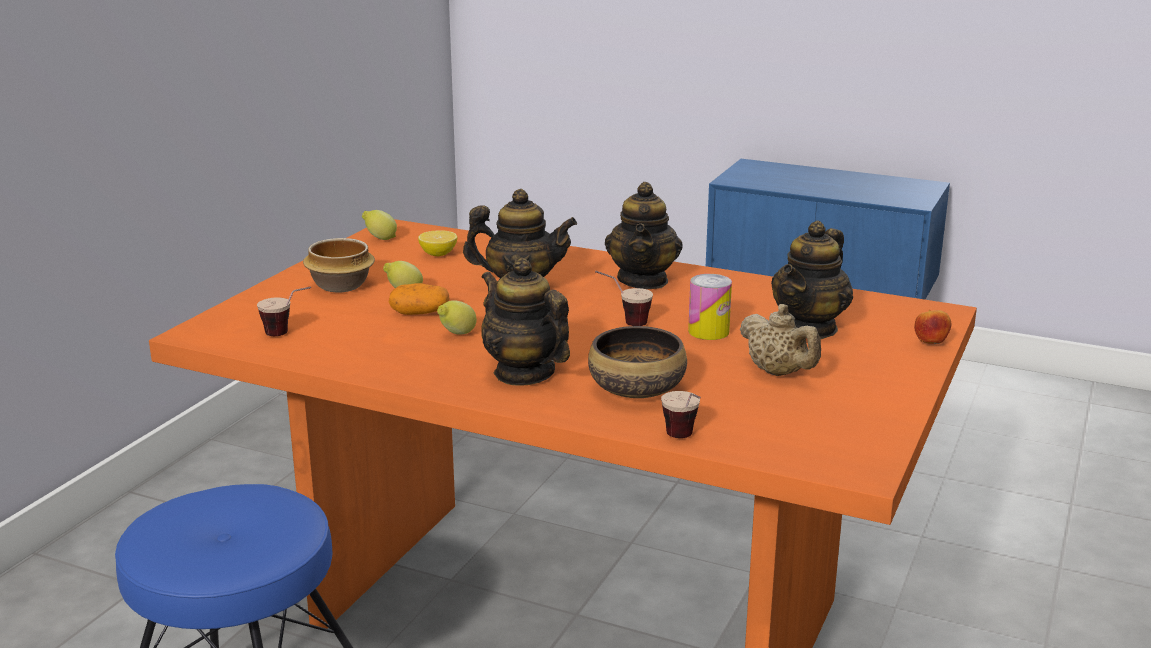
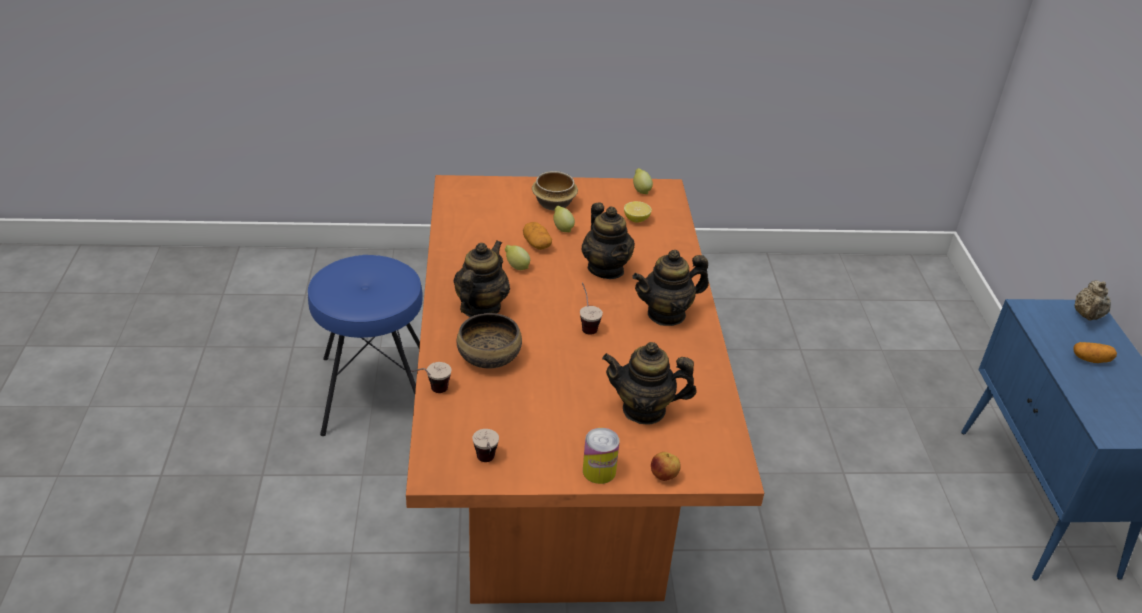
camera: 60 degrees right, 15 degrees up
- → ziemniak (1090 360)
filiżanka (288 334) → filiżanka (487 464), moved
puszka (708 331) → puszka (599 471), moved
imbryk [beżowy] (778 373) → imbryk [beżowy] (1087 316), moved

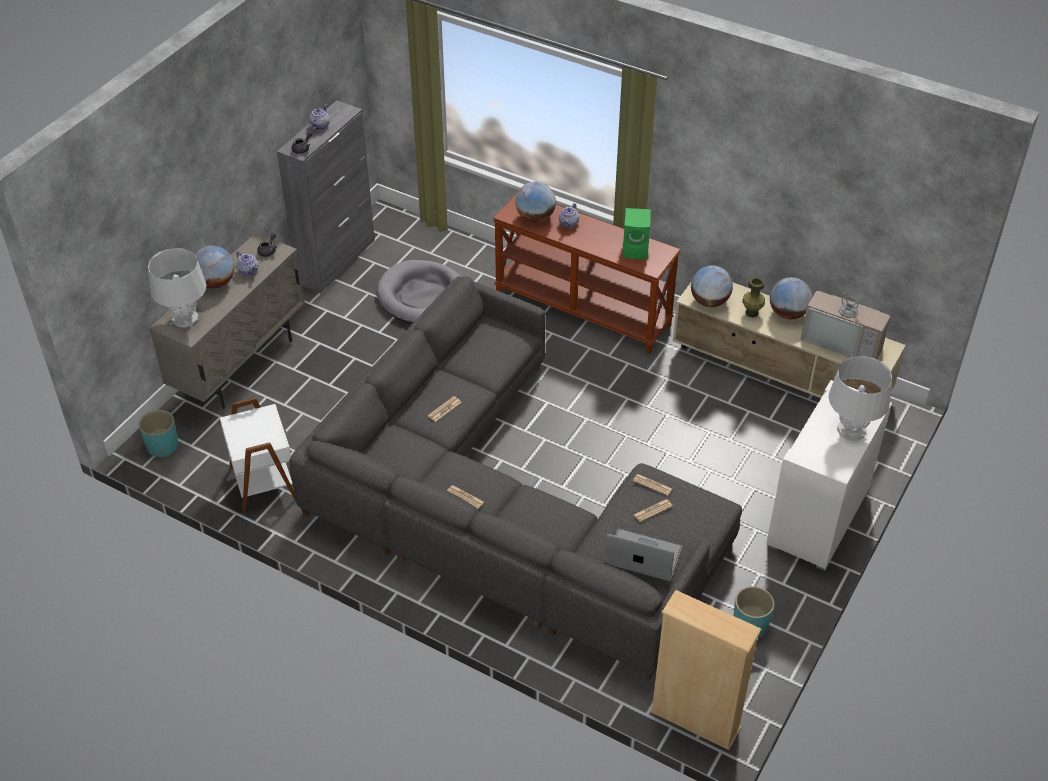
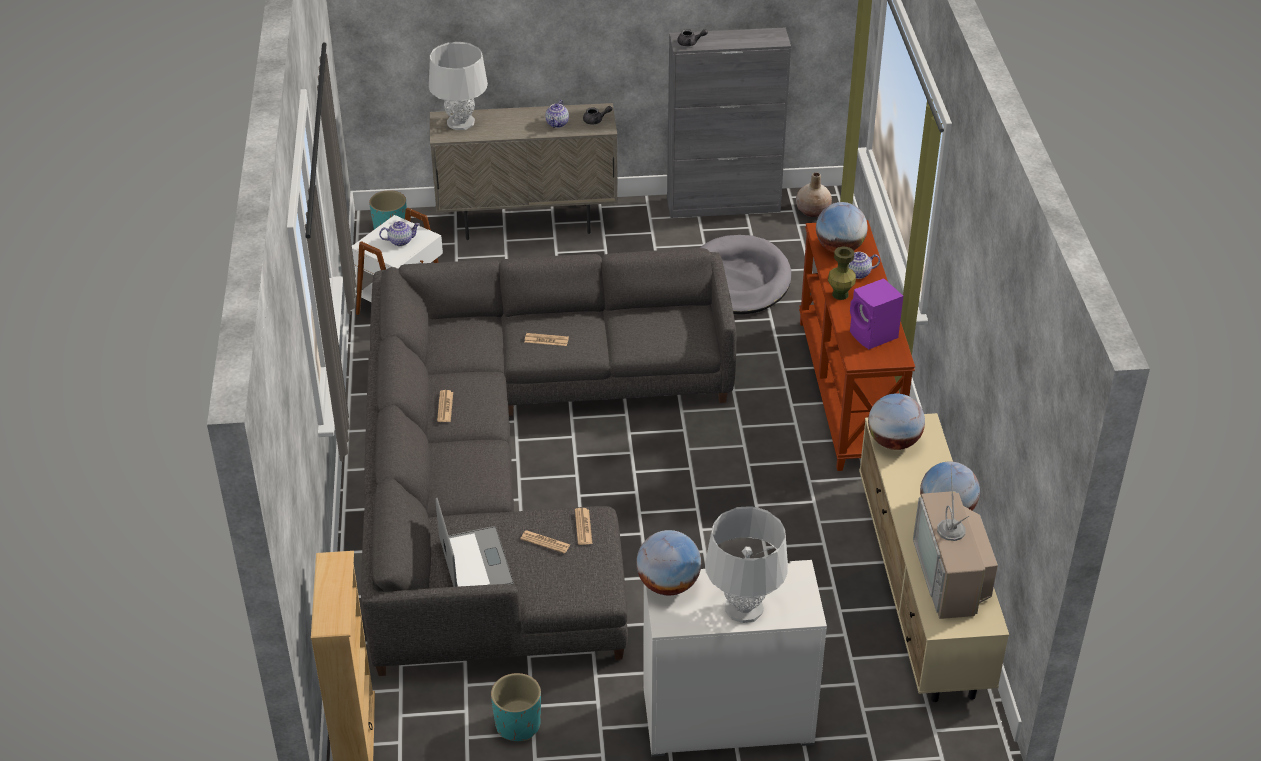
camera: 55 degrees right, 5 degrees down
- → wazon [beżowy] (813 211)
globus (215 283) → globus (668 584), moved
imbryk (319 125) → imbryk (400 241), moved
wazon [zielony] (752 312) → wazon [zielony] (840 294), moved
głośnik [zielony] (636 250) → głośnik [fioletowy] (874 336)

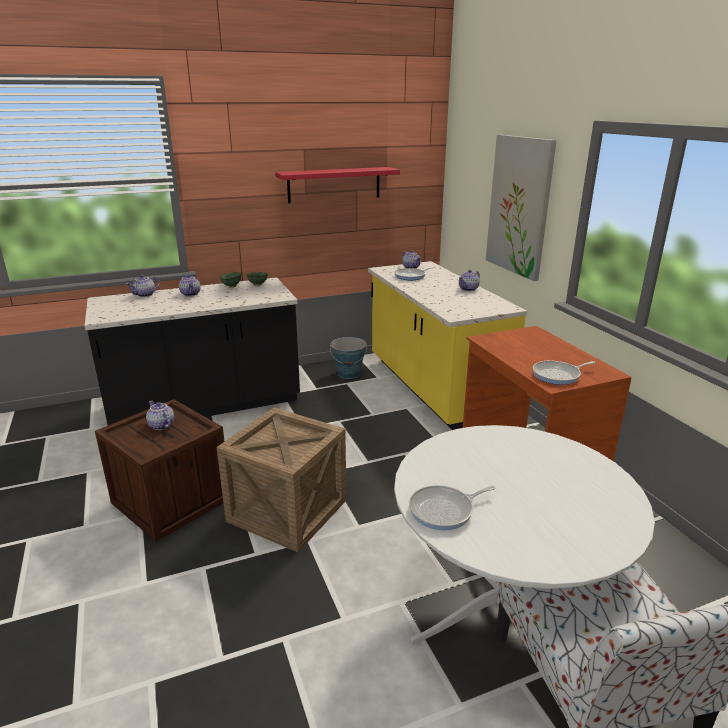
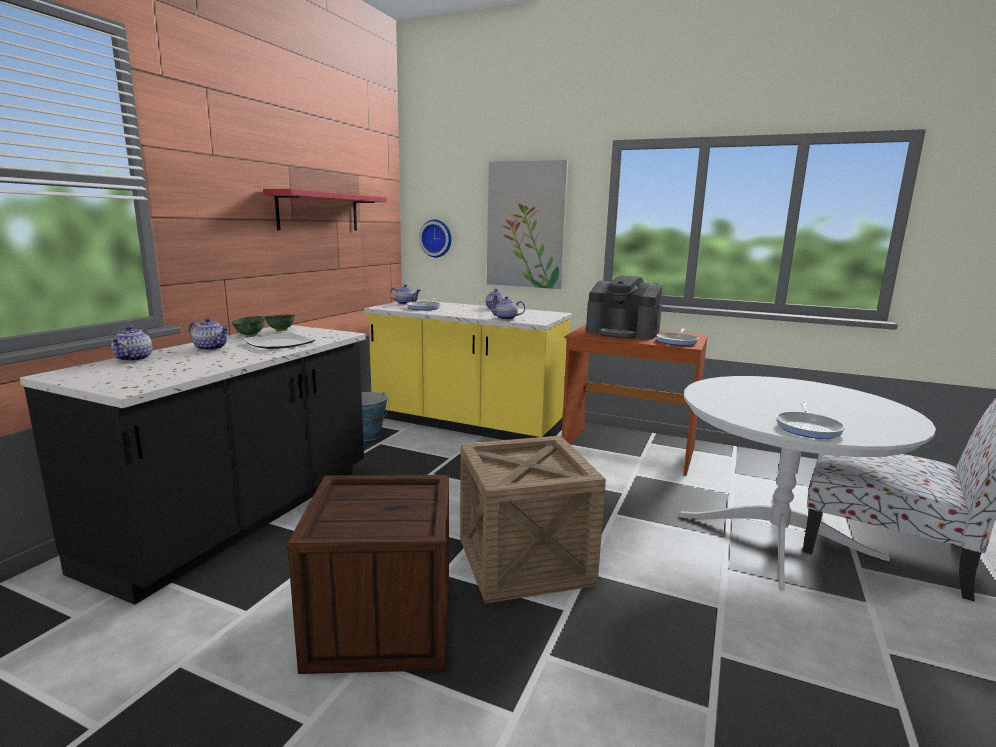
camera: 45 degrees left, 10 degrees down
- → talerz (279 344)
- → zegar ścienny (436 238)
- → ekspres do kawy (623 333)
imbryk (161 425) → imbryk (505 318), moved

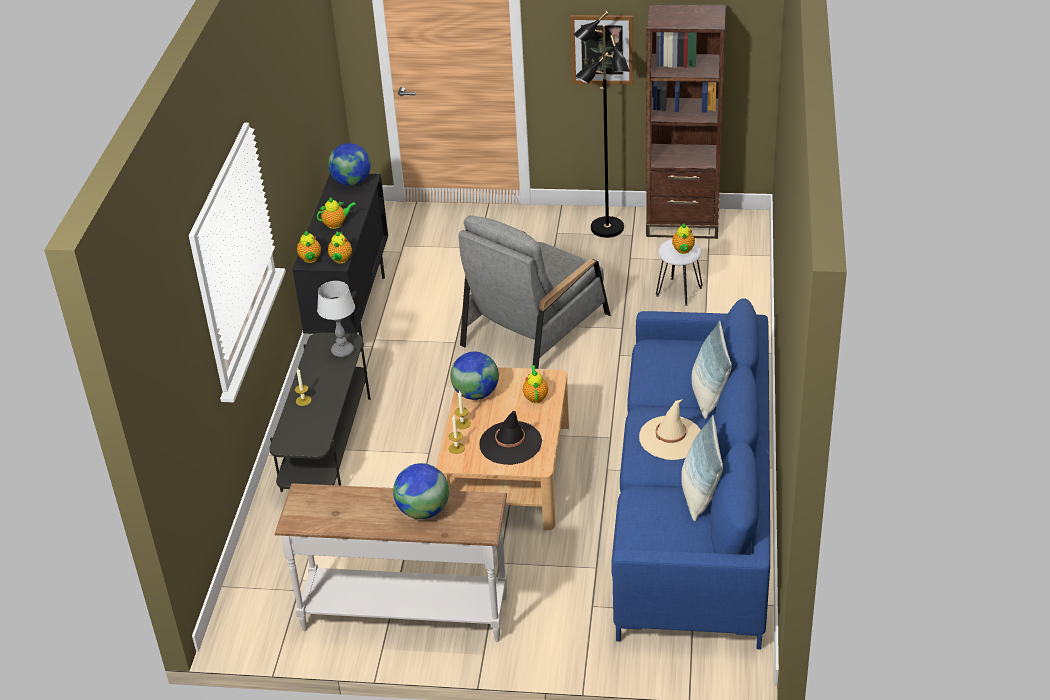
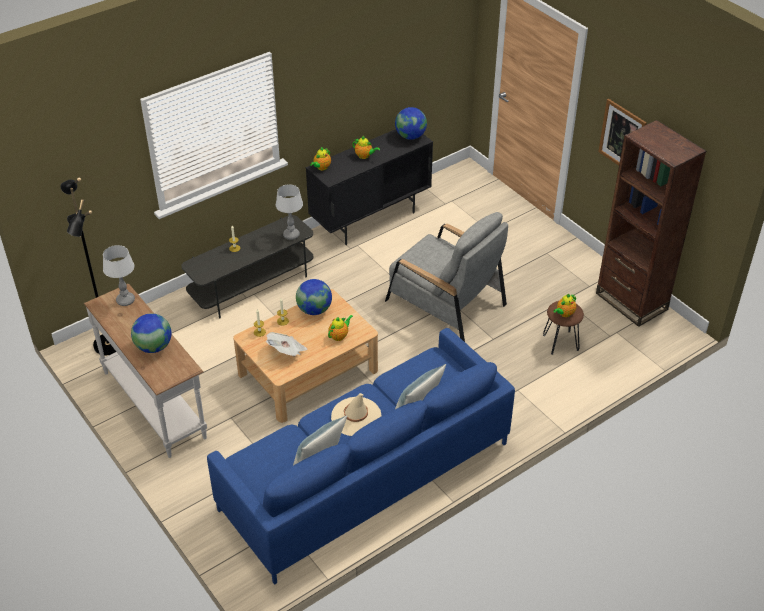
camera: 45 degrees right, 5 degrees up
imbryk (340 260) → -
- → lampa stołowa (126 300)
lampa stojąca [czarny] (606 228) → lampa stojąca [czarny] (107 345), moved
kapelusz [czarny] (510 443) → gazeta (287 351)
stołek [biały] (678 291) → stołek [brązowy] (560 342)
fotel [szary] (535 329) → fotel [szary] (445 303), 135 degrees counterclockwise

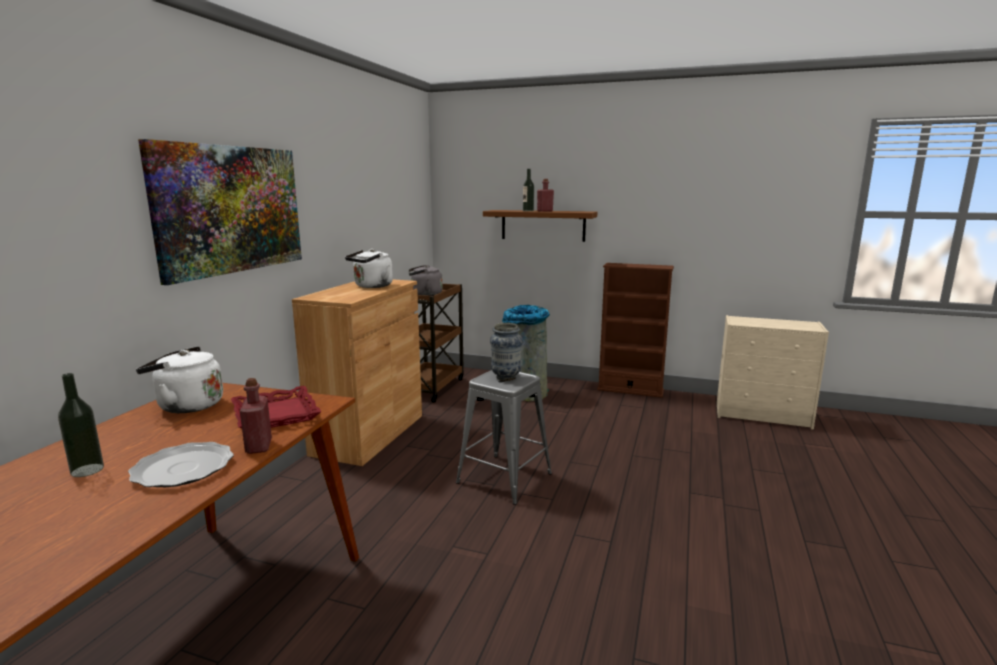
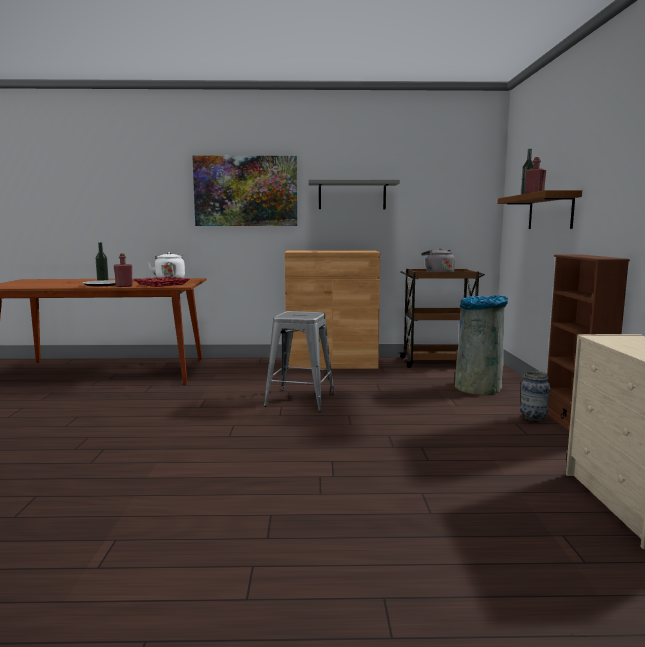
camera: 70 degrees right, 5 degrees down
czajnik [biały] (371 286) → -
- → półka [szary] (352 195)
wazon (506 377) → wazon (533 419), moved

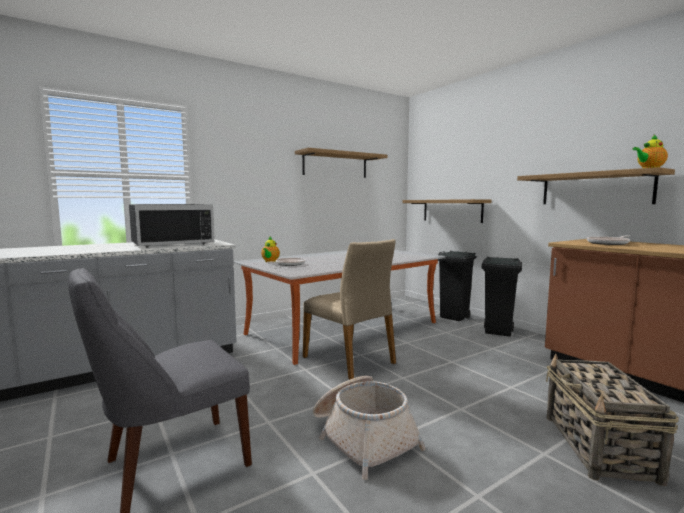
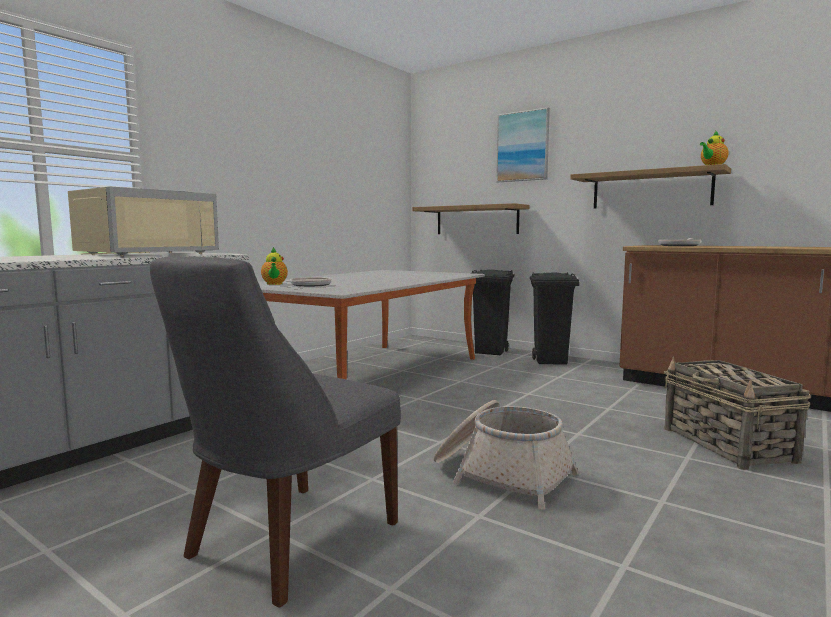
camera: 20 degrees left, 0 degrees up
półka (335 165) → -
krzesło [beżowy] (350 360) → -
- → obraz (523 146)
mikrofalówka [czarny] (172 243) → mikrofalówka [beżowy] (144 254)

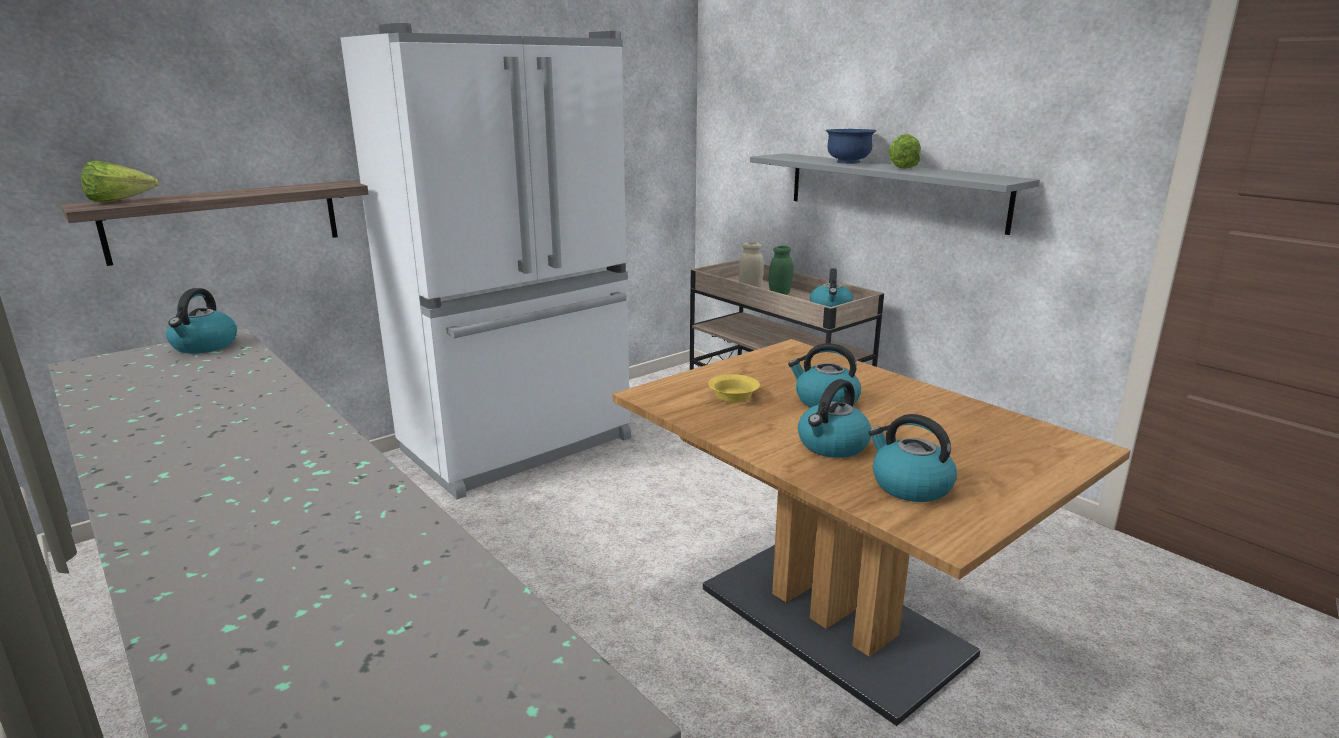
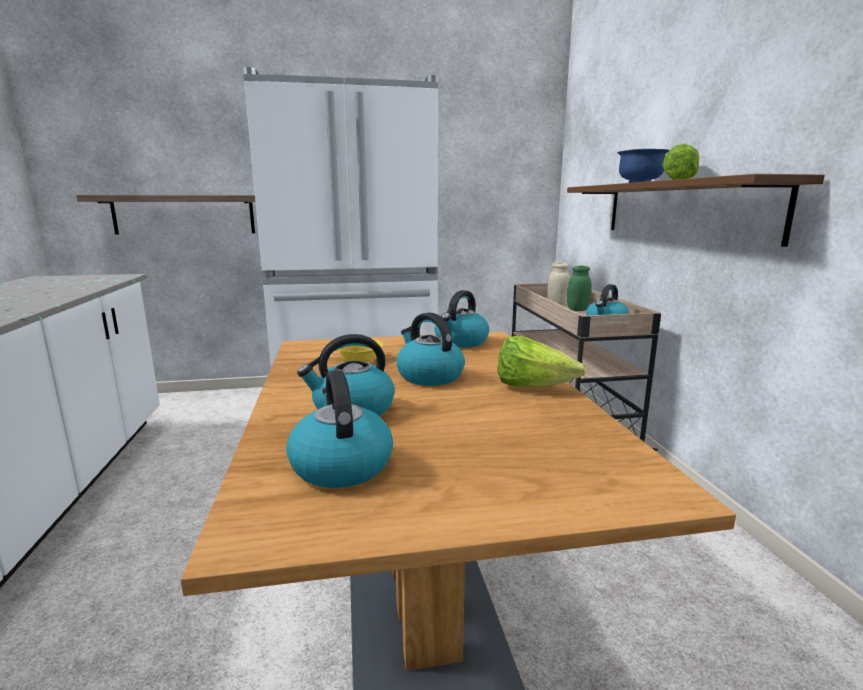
camera: 30 degrees right, 5 degrees down
sałata (120 202) → sałata (532 387), moved
czajnik (204 346) → czajnik (461 342), moved
półka [szary] (892 190) → półka [brązowy] (682 210)

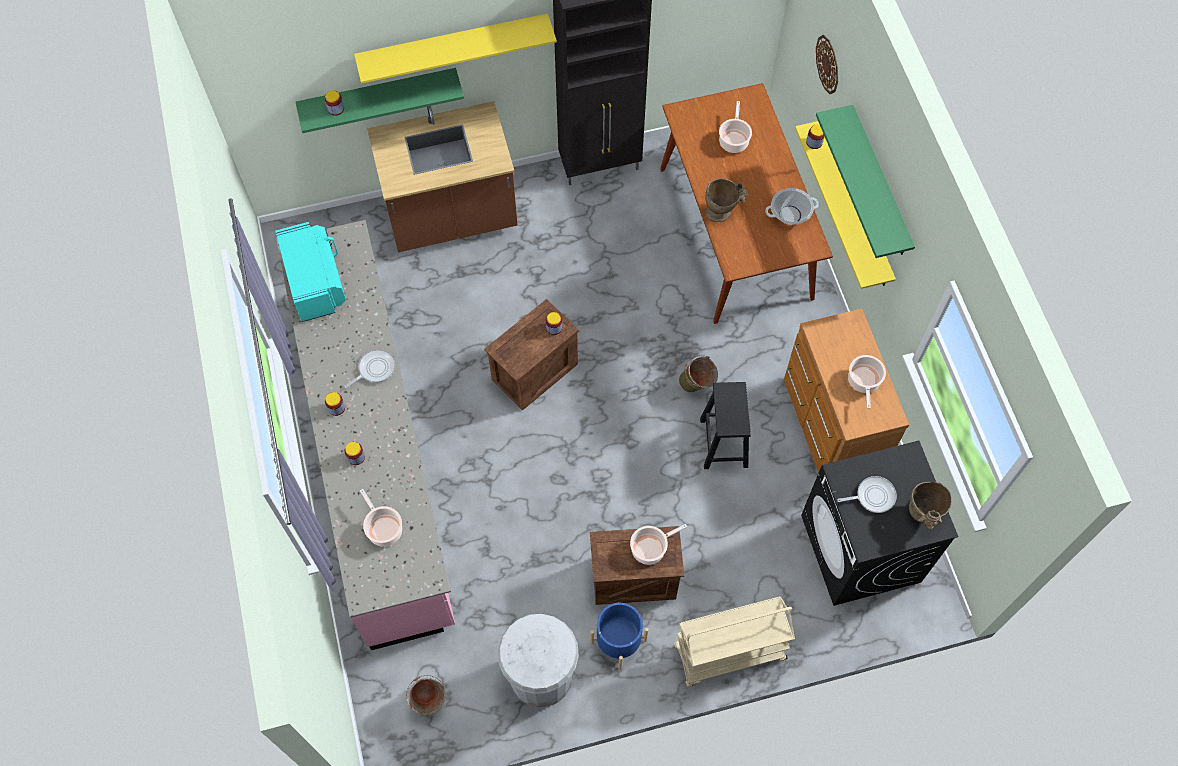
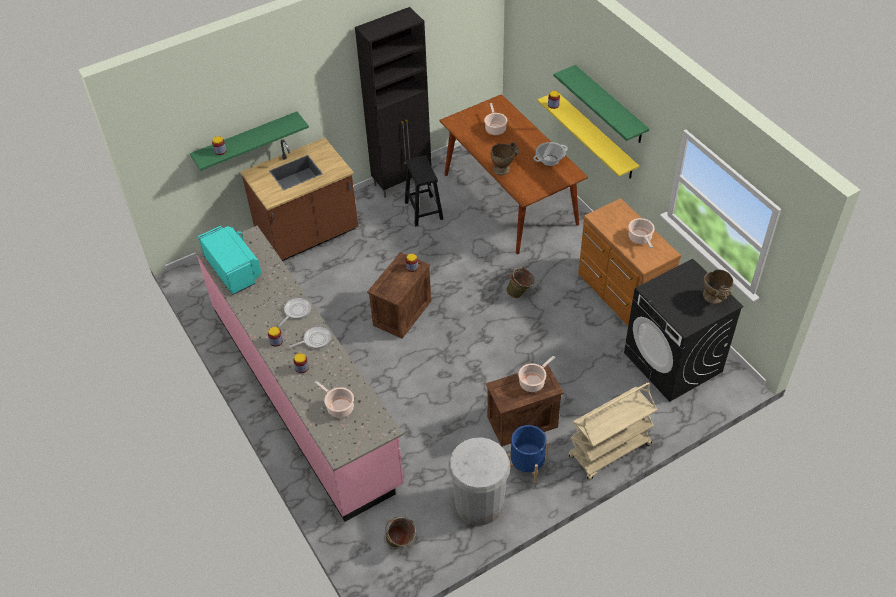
camera: 15 degrees left, 15 degrees down
półka [żółty] (453 44) → -
zegar ścienny (828 64) → -
stołek [czarny] (723 442) → stołek [czarny] (423 210), moved
patelnia (872 496) → patelnia (315 339), moved

